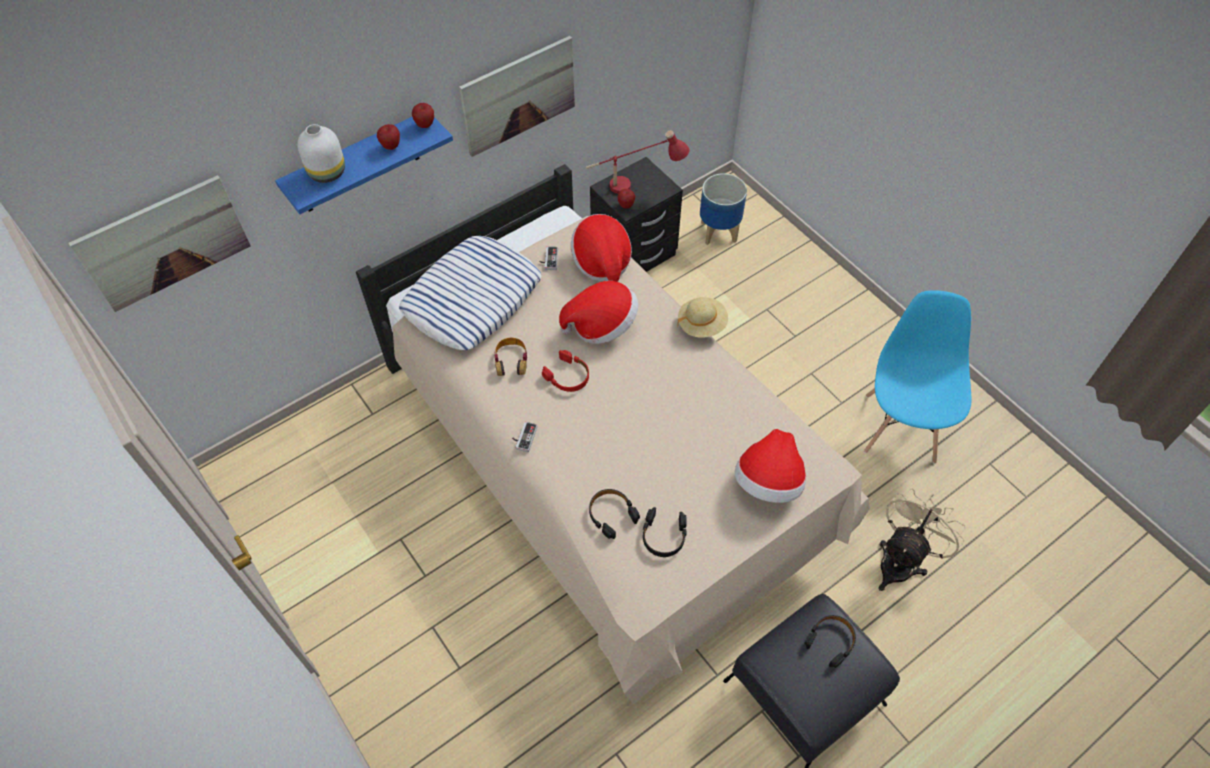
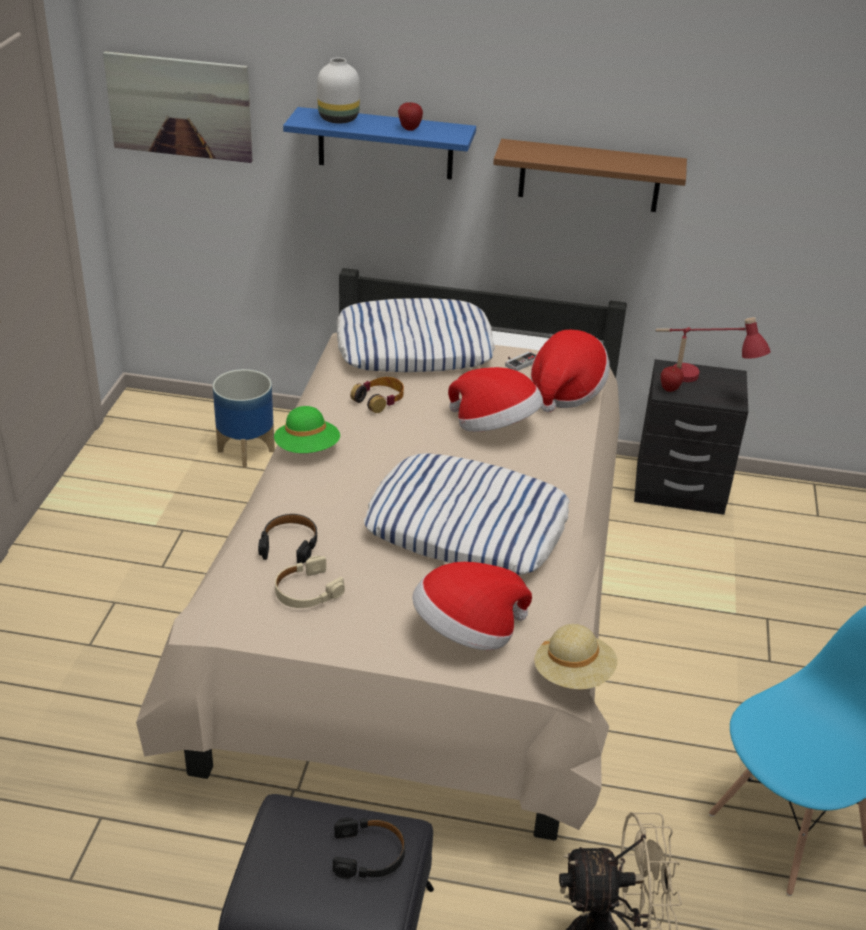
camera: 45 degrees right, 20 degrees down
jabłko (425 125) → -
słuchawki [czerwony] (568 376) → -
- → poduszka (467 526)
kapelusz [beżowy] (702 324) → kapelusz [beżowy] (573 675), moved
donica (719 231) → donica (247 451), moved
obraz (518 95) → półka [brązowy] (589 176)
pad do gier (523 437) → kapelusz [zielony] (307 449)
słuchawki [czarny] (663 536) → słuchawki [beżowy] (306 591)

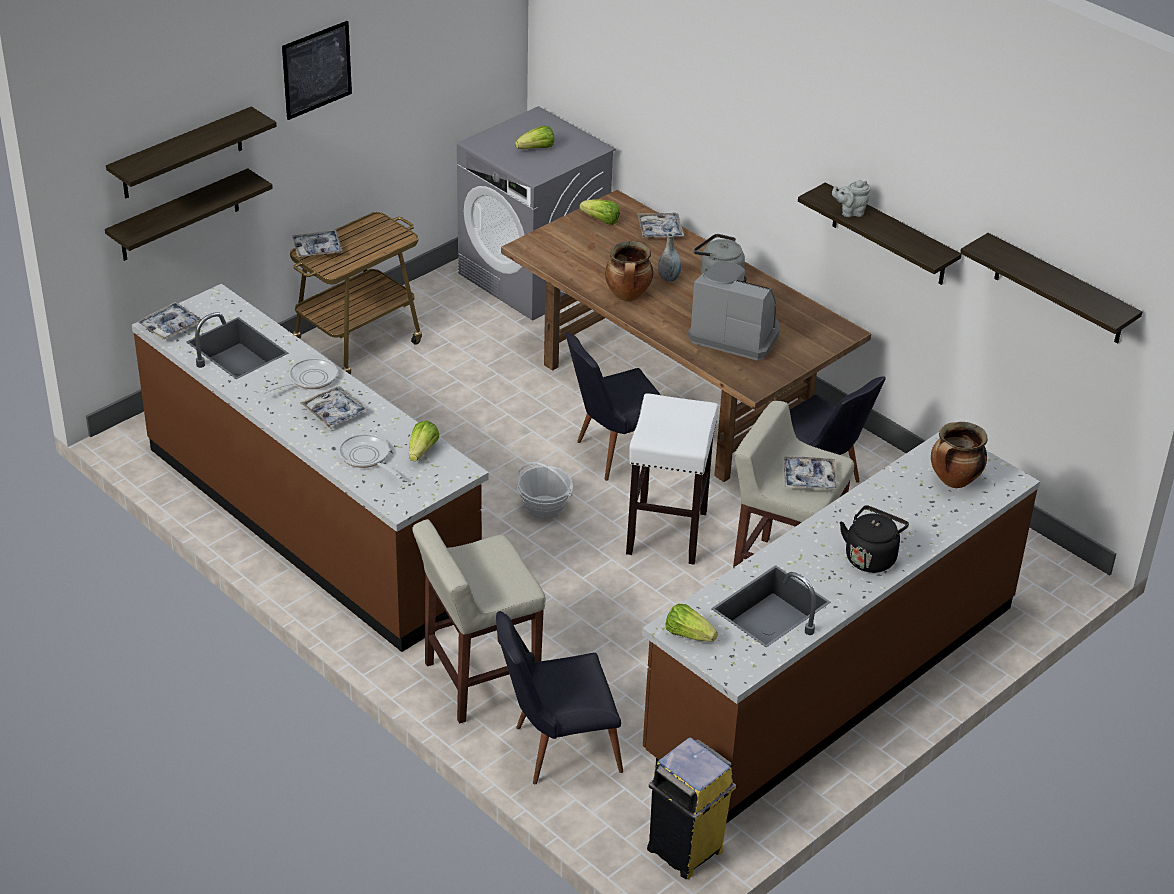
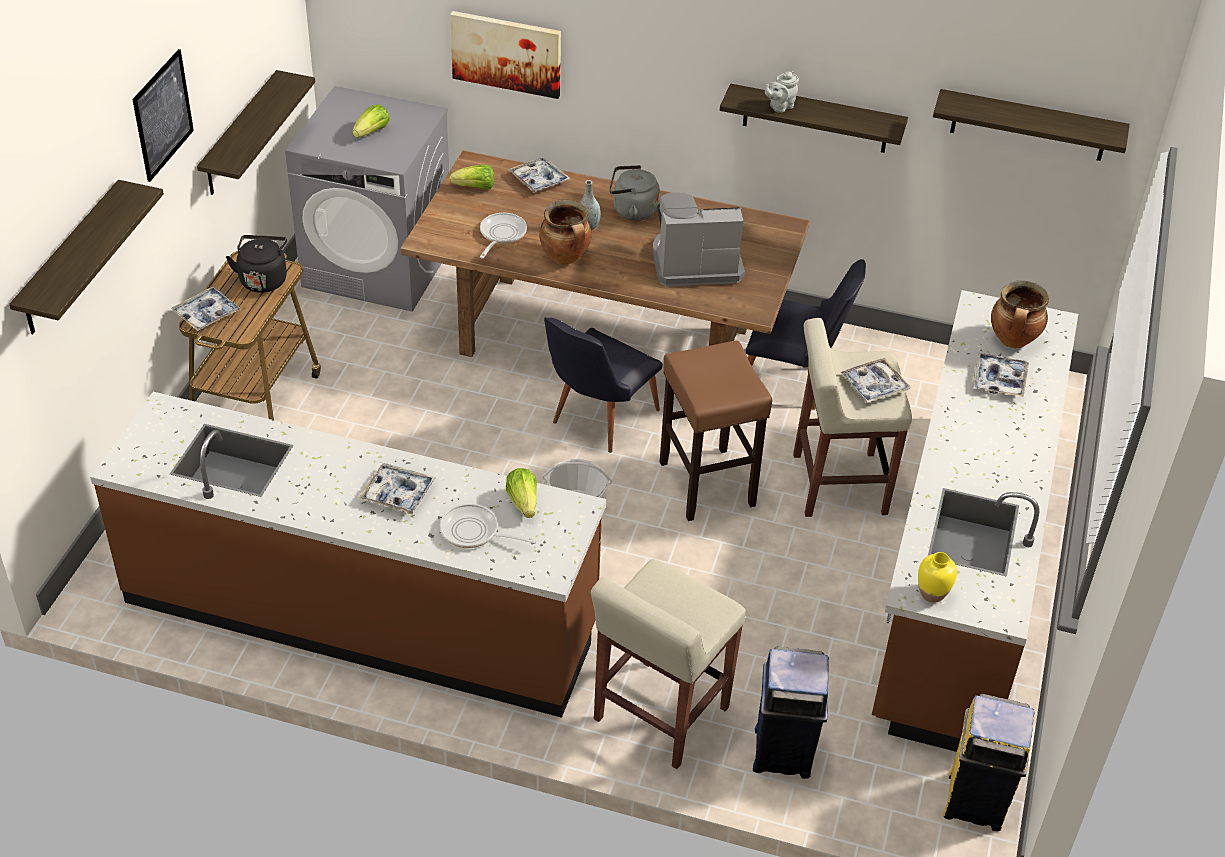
camera: 30 degrees left, 5 degrees up
- → obraz (506 53)
półka (179 216) → półka (240 135), moved
taca (170 326) → taca (999 380), moved
patelnia (309 379) → patelnia (501 235), moved
czajnik [czarny] (871 557) → czajnik [czarny] (263 279), moved
krzesło [czarny] (556 748) → kosz na śmieci [niebieski] (784 752)
sałata (688 634) → wazon [żółty] (932 593)
stołek [biały] (667 532) → stołek [brązowy] (706 483)

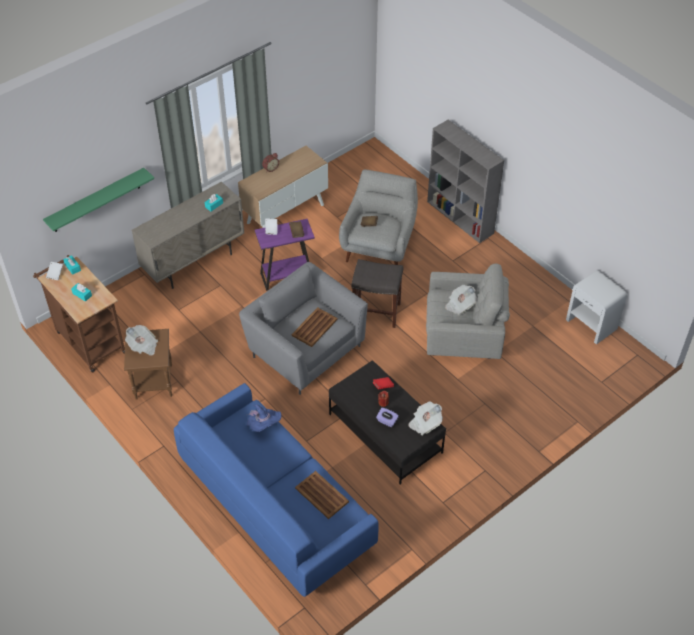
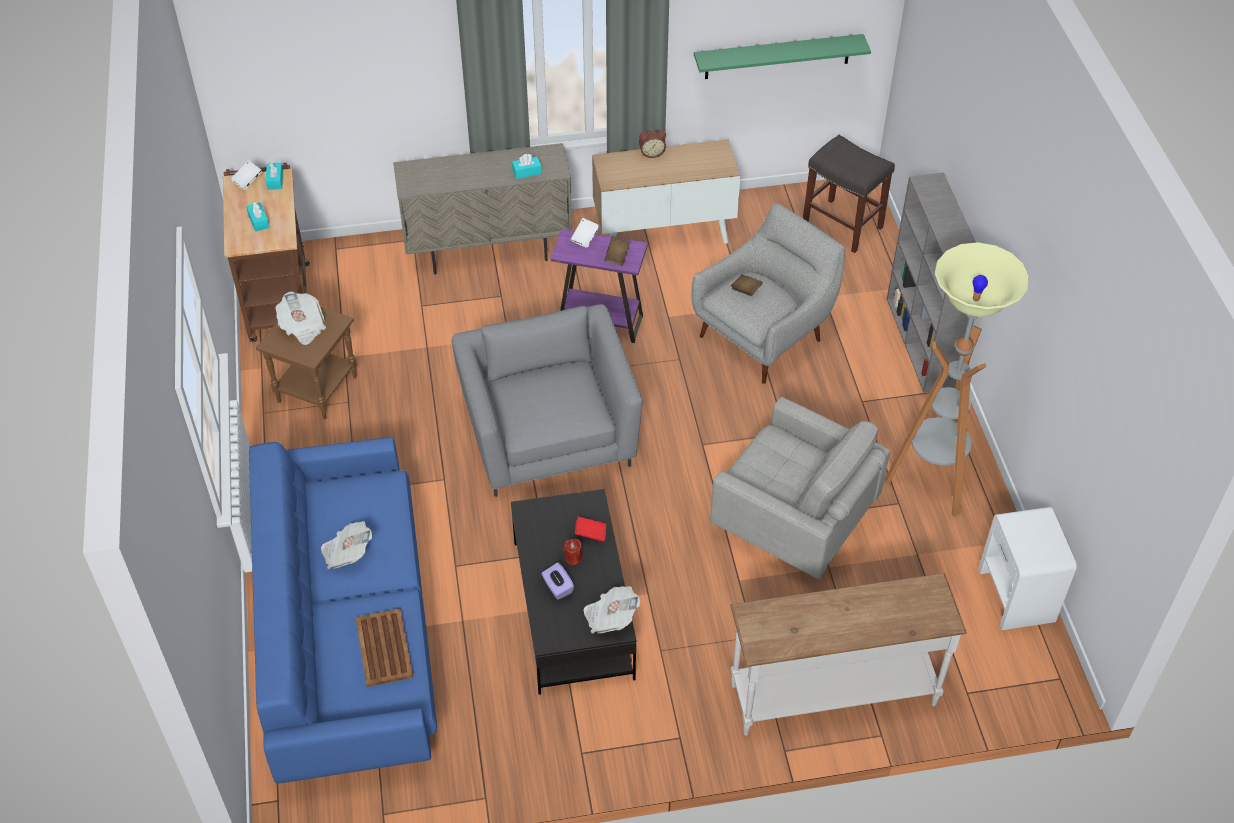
camera: 30 degrees right, 0 degrees up
kapelusz [niebieski] (263 426) → -
taca [brązowy] (314 327) → -
- → stolik konsolowy [biały] (832 693)
- → lampa stojąca (931 483)
półka [zielony] (96 201) → półka [zielony] (777 56), moved
stołek [szary] (377 312) → stołek [szary] (843 225), moved
gazeta (460 305) → gazeta (347 553), moved

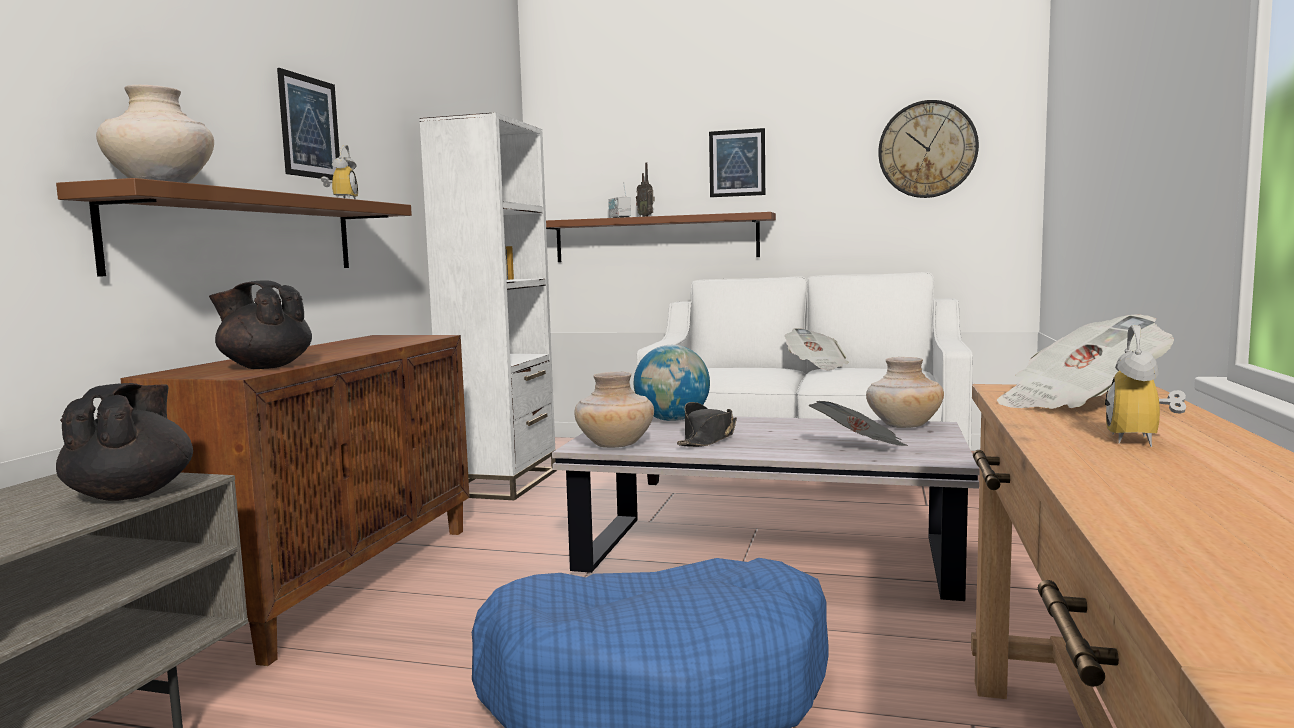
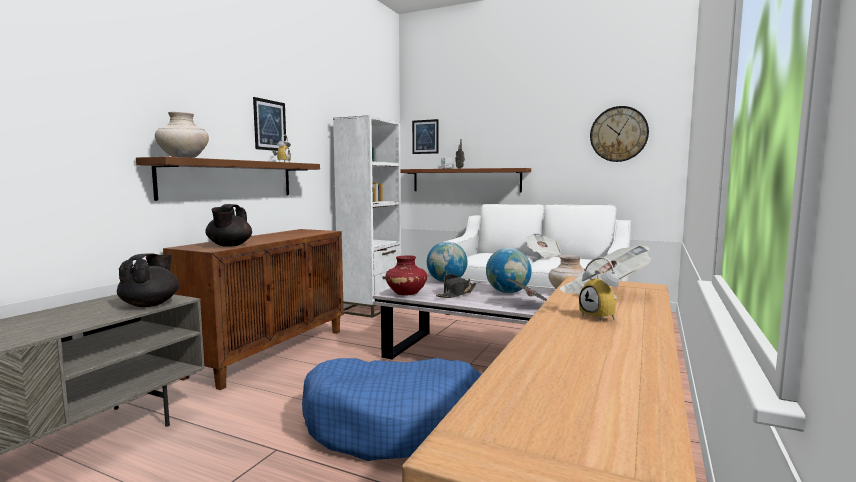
camera: 10 degrees right, 0 degrees up
- → globus (508 292)
obraz (737 163) → obraz (425 136), moved
wazon [beżowy] (615 445) → wazon [czerwony] (406 294)
imbryk [czarny] (265 367) → imbryk [czarny] (229 245), 120 degrees counterclockwise
budzik (1144 441) → budzik (602 317), 60 degrees counterclockwise

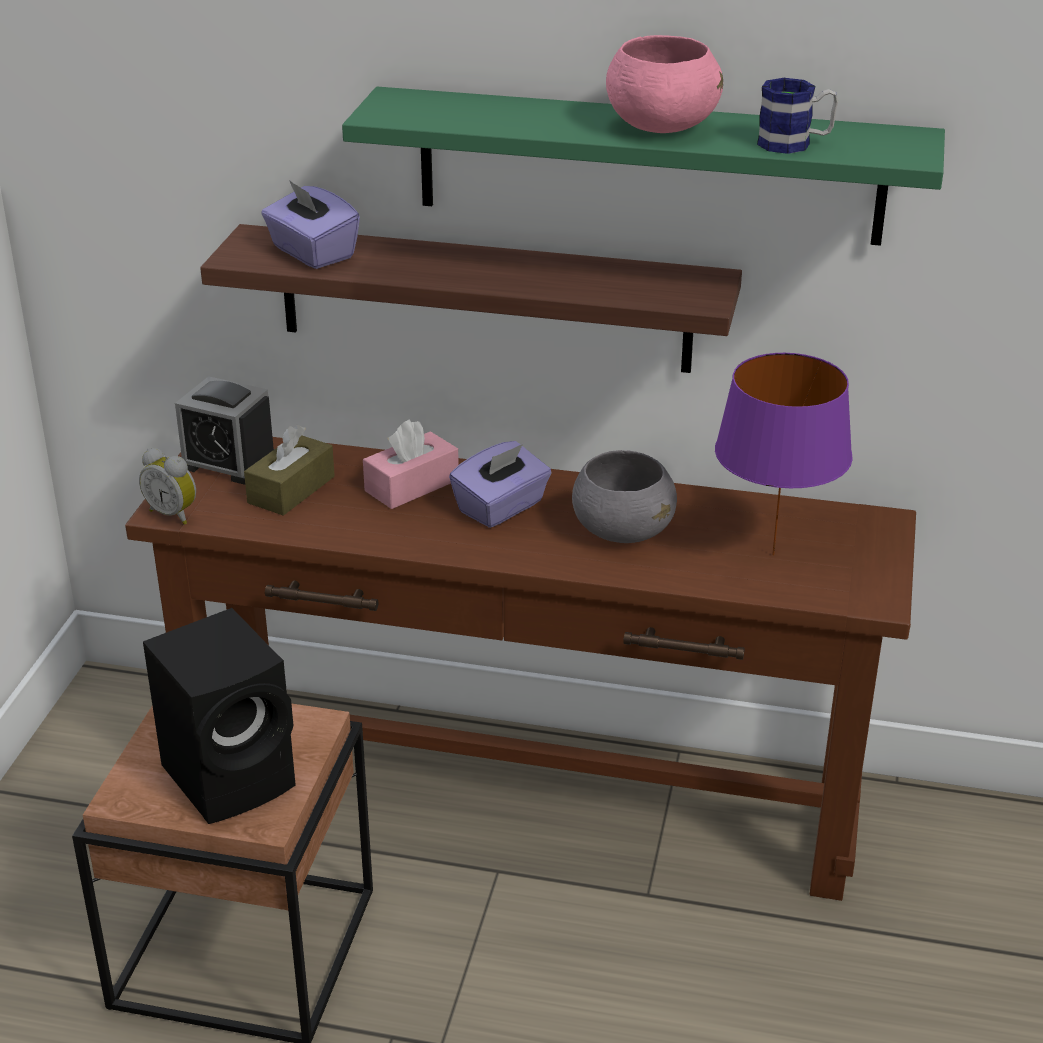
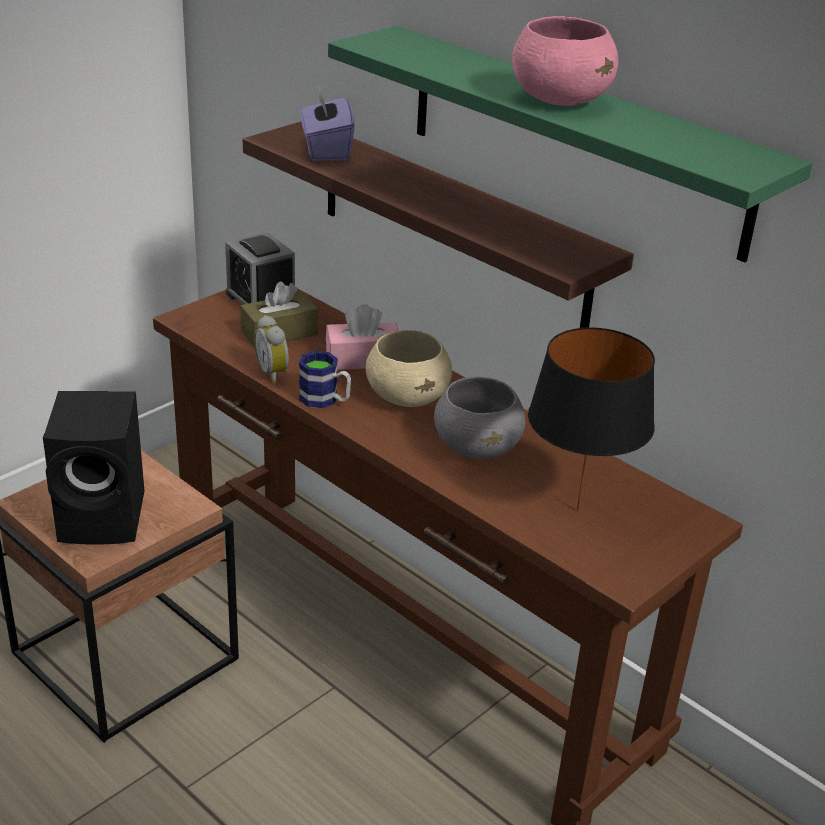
camera: 30 degrees right, 0 degrees up
budzik (174 514) → budzik (274 373), moved
kubek (795 143) → kubek (325 400), moved
pudełko chusteczek [fioletowy] (501 508) → miska [beżowy] (408 397)
lampa stołowa [fioletowy] (772 555) → lampa stołowa [czarny] (576 511)

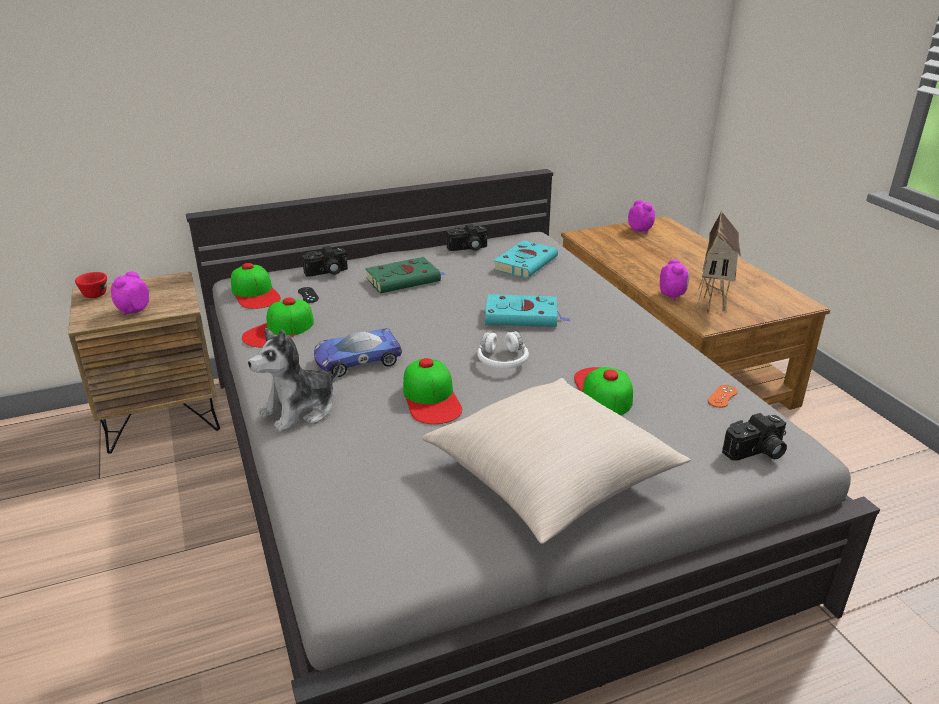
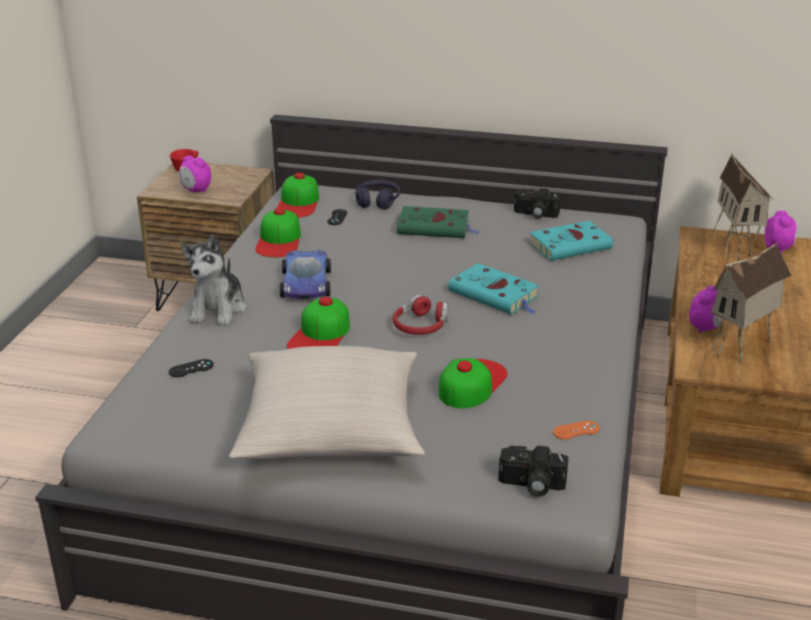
camera: 35 degrees right, 0 degrees up
- → pad do gier [czarny] (191 368)
- → domek (735 248)
aparat fotograficzny (327 272) → słuchawki [fioletowy] (377 201)
słuchawki [biały] (502 360) → słuchawki [czerwony] (421 326)
budzik (133 310) → budzik (196 190), 120 degrees counterclockwise
czapka z daszkiem (279 330) → czapka z daszkiem (279 240), 75 degrees counterclockwise
pluszak (300 410) → pluszak (218 309), 75 degrees counterclockwise
samochodzik (356 359) → samochodzik (306 284), 105 degrees counterclockwise

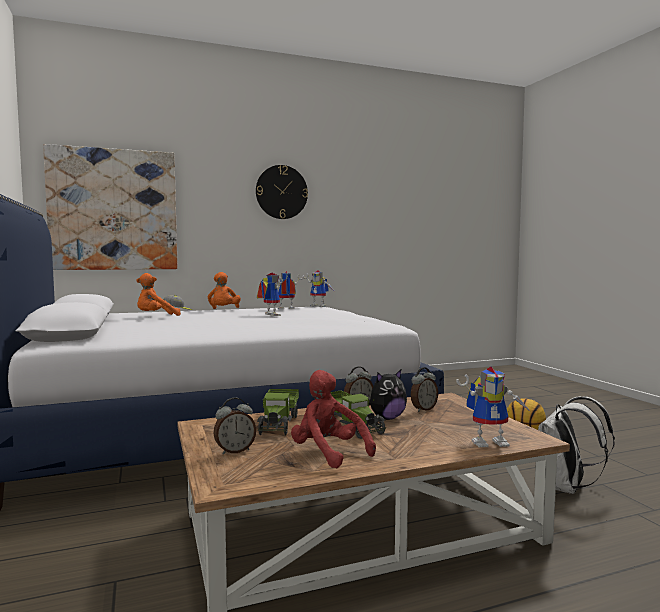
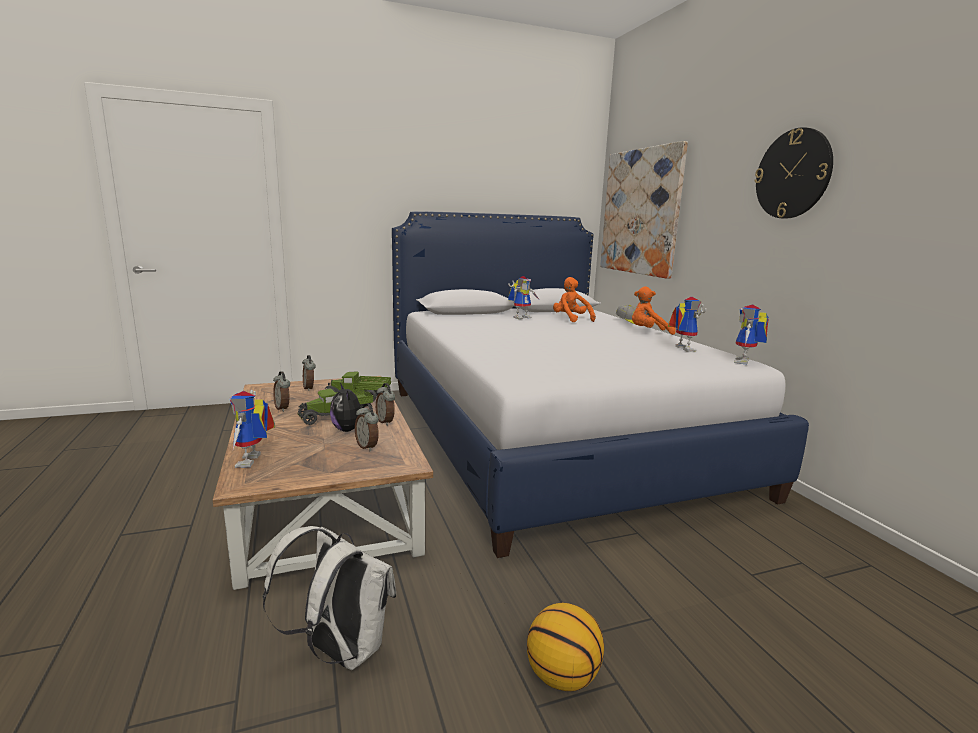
camera: 90 degrees right, 10 degrees up
robot zabawkowy (269 315) → robot zabawkowy (521 317), moved
pluszak [czerwony] (328 453) → budzik (283 408)

